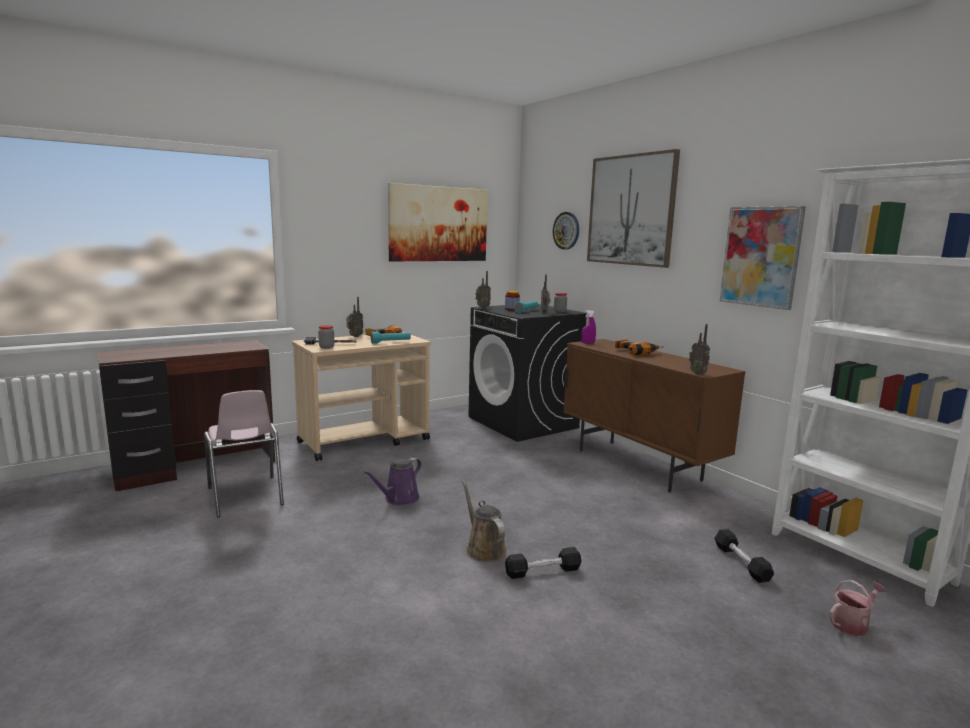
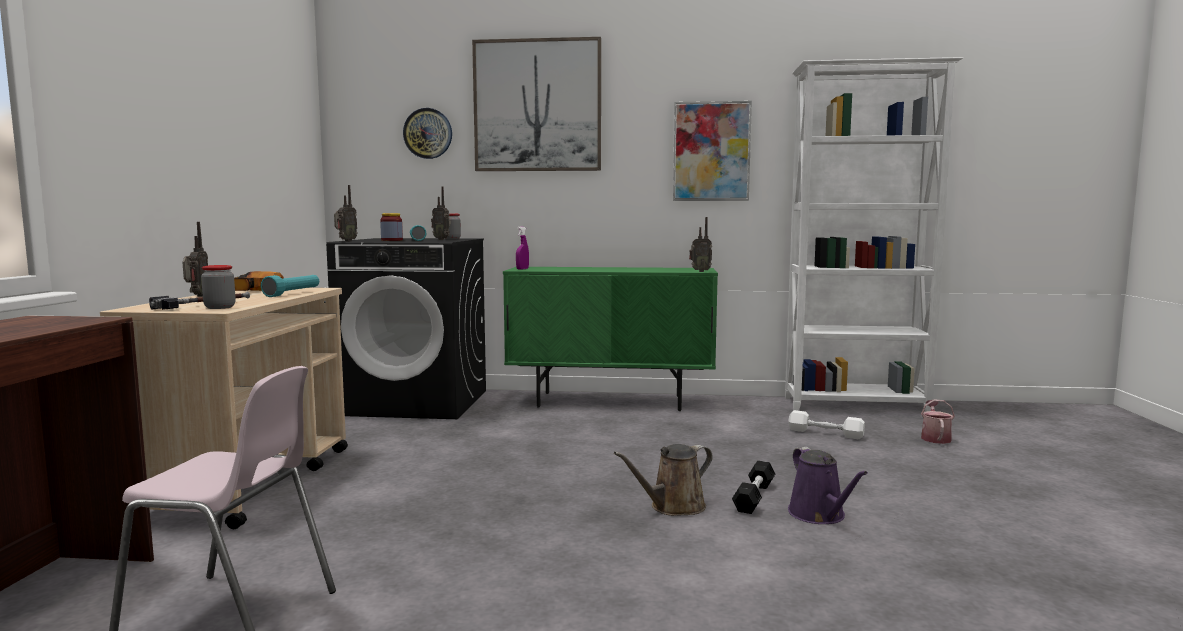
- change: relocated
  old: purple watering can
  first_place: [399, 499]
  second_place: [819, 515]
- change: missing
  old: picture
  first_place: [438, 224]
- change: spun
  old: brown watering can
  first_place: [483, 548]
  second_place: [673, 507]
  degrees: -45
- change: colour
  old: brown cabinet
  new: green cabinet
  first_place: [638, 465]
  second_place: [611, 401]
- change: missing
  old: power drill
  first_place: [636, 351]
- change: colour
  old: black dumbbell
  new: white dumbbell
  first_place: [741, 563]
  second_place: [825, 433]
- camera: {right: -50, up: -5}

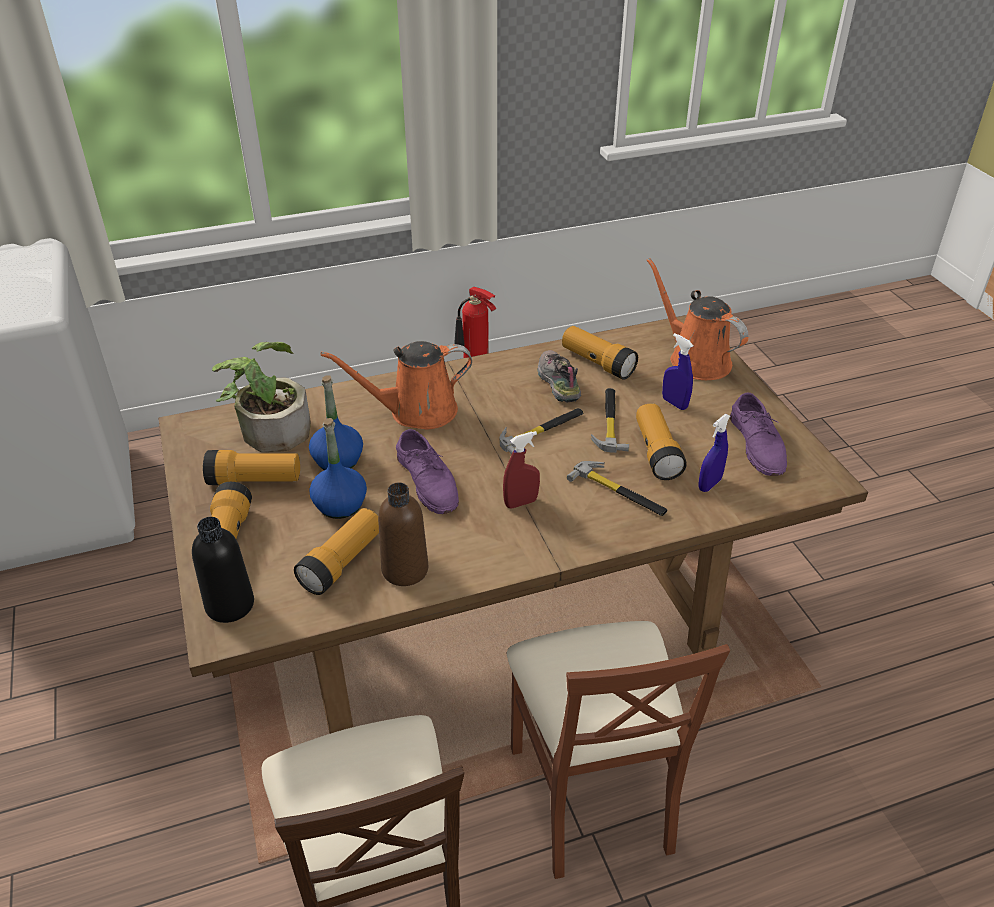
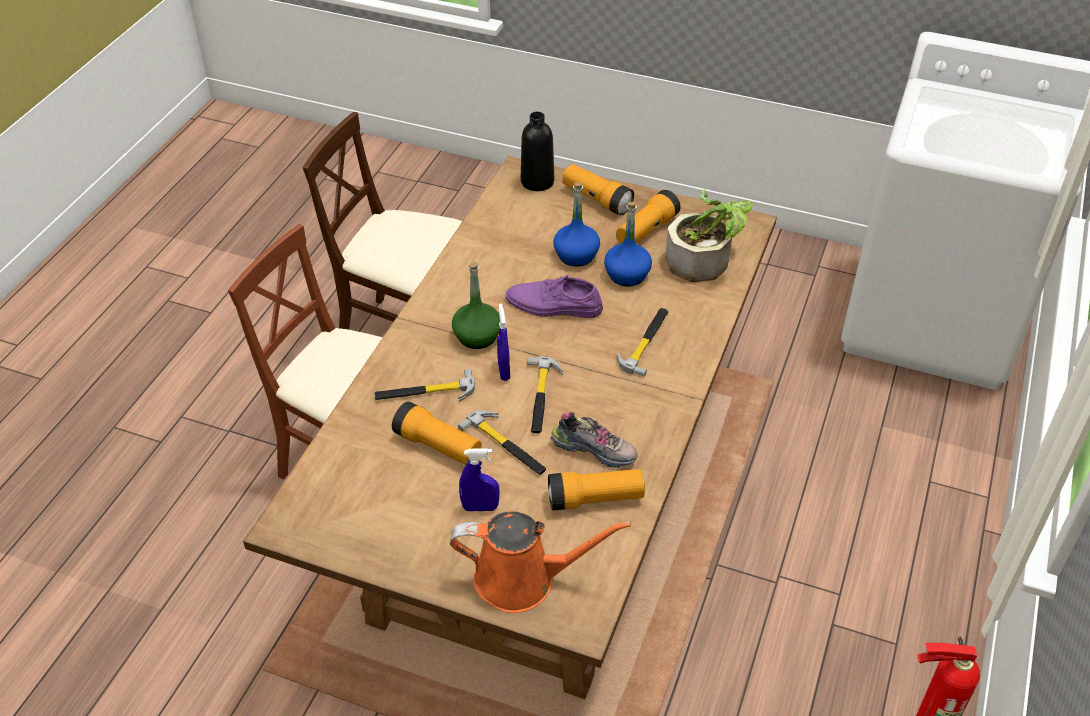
- change: missing
  old: flashlight
  first_place: [342, 562]
- change: exchanged
  old: orange watering can
  new: hammer
  first_place: [416, 411]
  second_place: [645, 342]
- change: missing
  old: brown bottle
  first_place: [405, 570]
- change: exchanged
  old: red spray bottle
  new: green bottle
  first_place: [521, 503]
  second_place: [477, 336]
- change: relocated
  old: blue spray bottle
  first_place: [709, 484]
  second_place: [504, 371]
- change: missing
  old: purple shoe
  first_place: [758, 444]
- camera: {right: 130, up: 5}

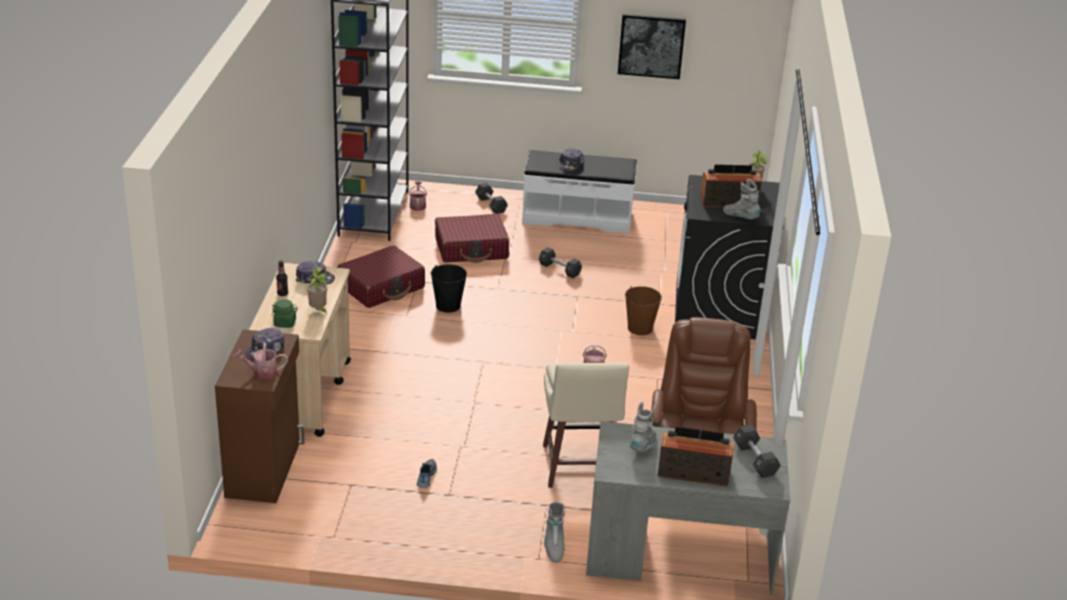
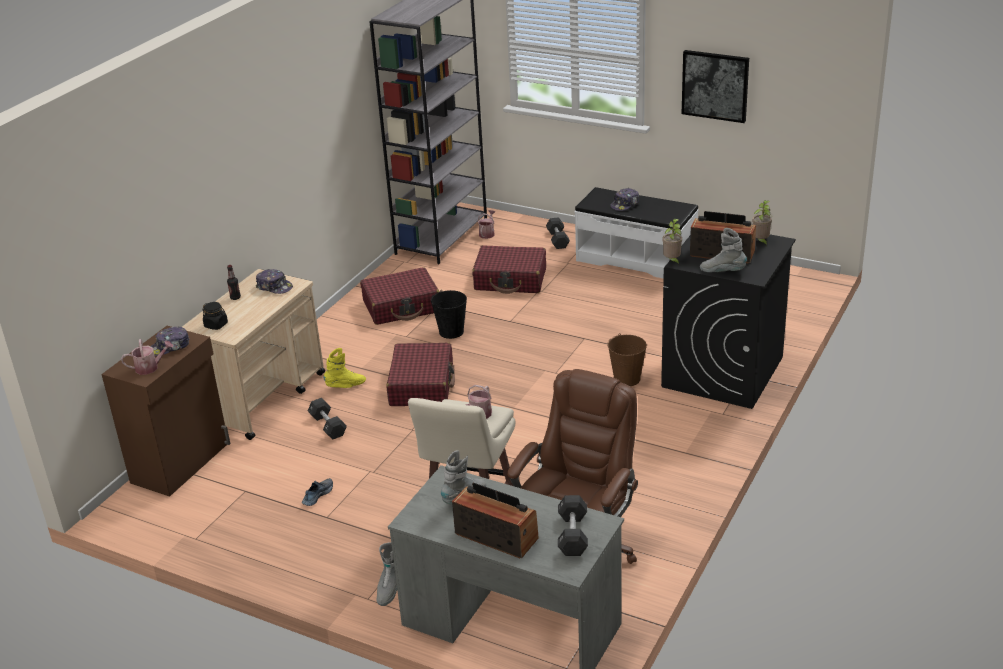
- change: spun
  old: watering can
  first_place: [262, 372]
  second_place: [150, 367]
  degrees: 150
- change: colour
  old: green jar
  new: black jar
  first_place: [285, 323]
  second_place: [216, 325]
- change: relocated
  old: potted plant
  first_place: [318, 310]
  second_place: [672, 261]
- change: relocated
  old: black dumbbell
  first_place: [559, 269]
  second_place: [328, 426]
- change: spun
  old: grey boot
  first_place: [740, 217]
  second_place: [722, 271]
  degrees: -45
- change: appeared
  new: yellow boot
  second_place: [346, 386]
- change: appeared
  new: red suitcase
  second_place: [422, 385]
- camera: {right: 25, up: 0}

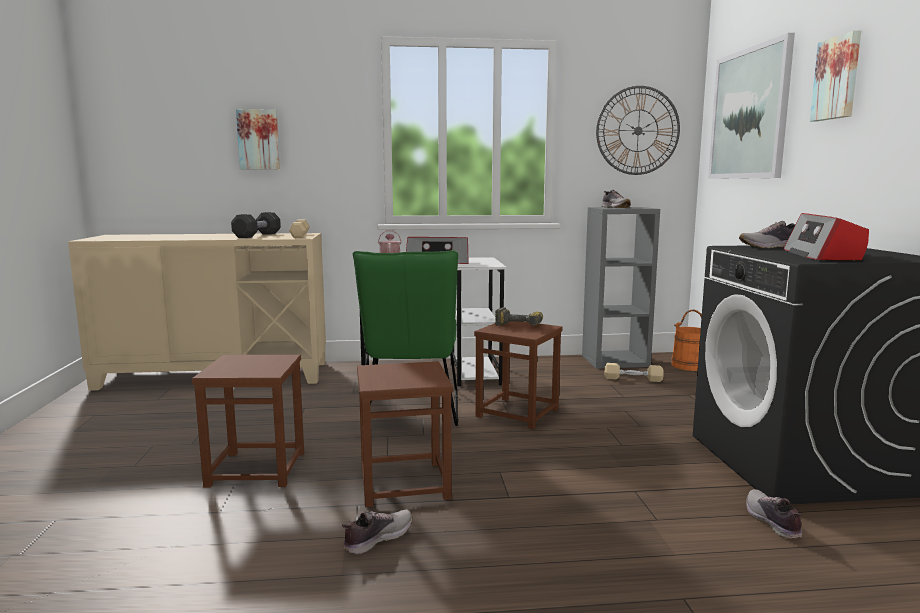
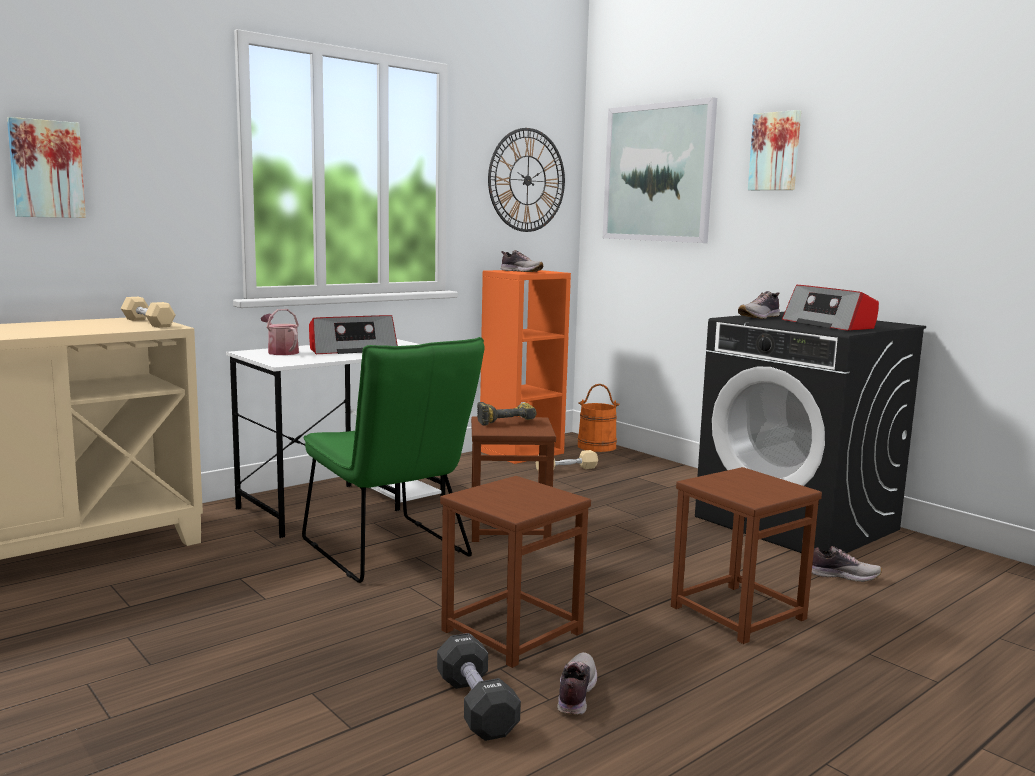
- change: relocated
  old: brown stool
  first_place: [257, 468]
  second_place: [737, 612]
- change: relocated
  old: black dumbbell
  first_place: [257, 235]
  second_place: [476, 706]
- change: colour
  old: grey bookcase
  new: orange bookcase
  first_place: [615, 360]
  second_place: [521, 452]
- change: spun
  old: shoe
  first_place: [771, 522]
  second_place: [842, 576]
  degrees: 150
- camera: {right: -35, up: 0}

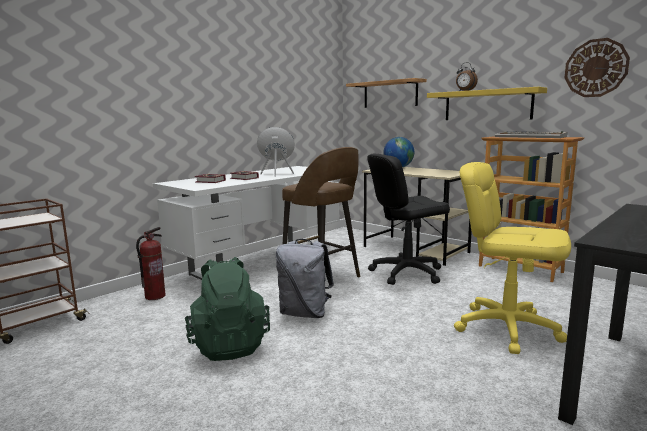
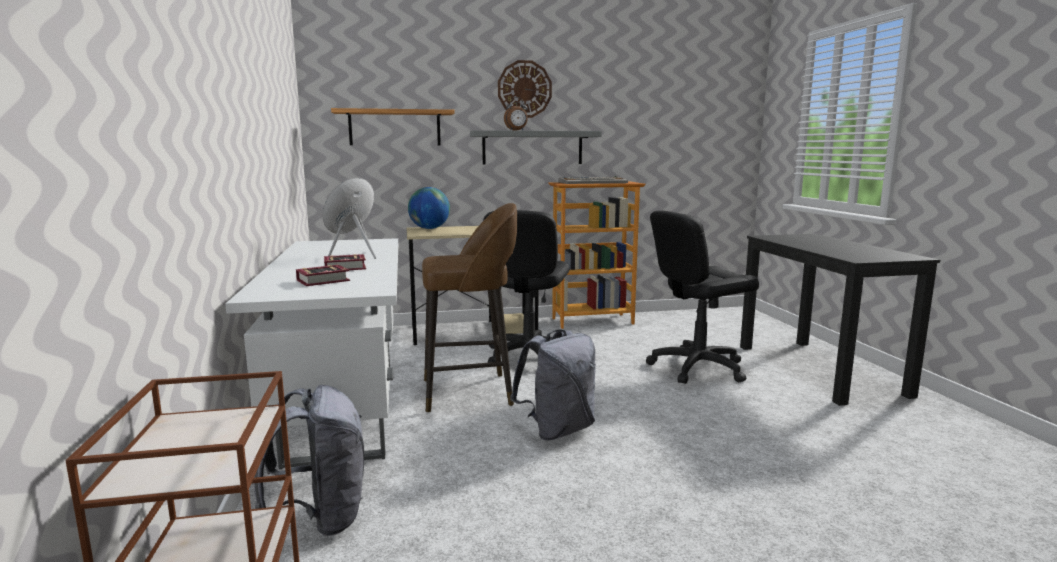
- change: exchanged
  old: fire extinguisher
  new: grey backpack
  first_place: [155, 296]
  second_place: [321, 518]
- change: missing
  old: green backpack
  first_place: [229, 345]
- change: colour
  old: yellow shelf
  new: grey shelf
  first_place: [487, 105]
  second_place: [532, 147]
- change: colour
  old: yellow office chair
  new: black office chair
  first_place: [506, 328]
  second_place: [697, 367]
- change: relocated
  old: wall clock
  first_place: [596, 68]
  second_place: [524, 89]
- camera: {right: -55, up: 0}

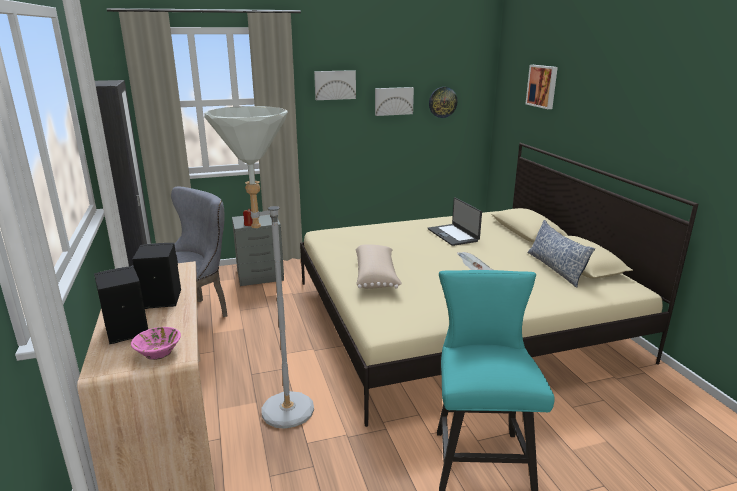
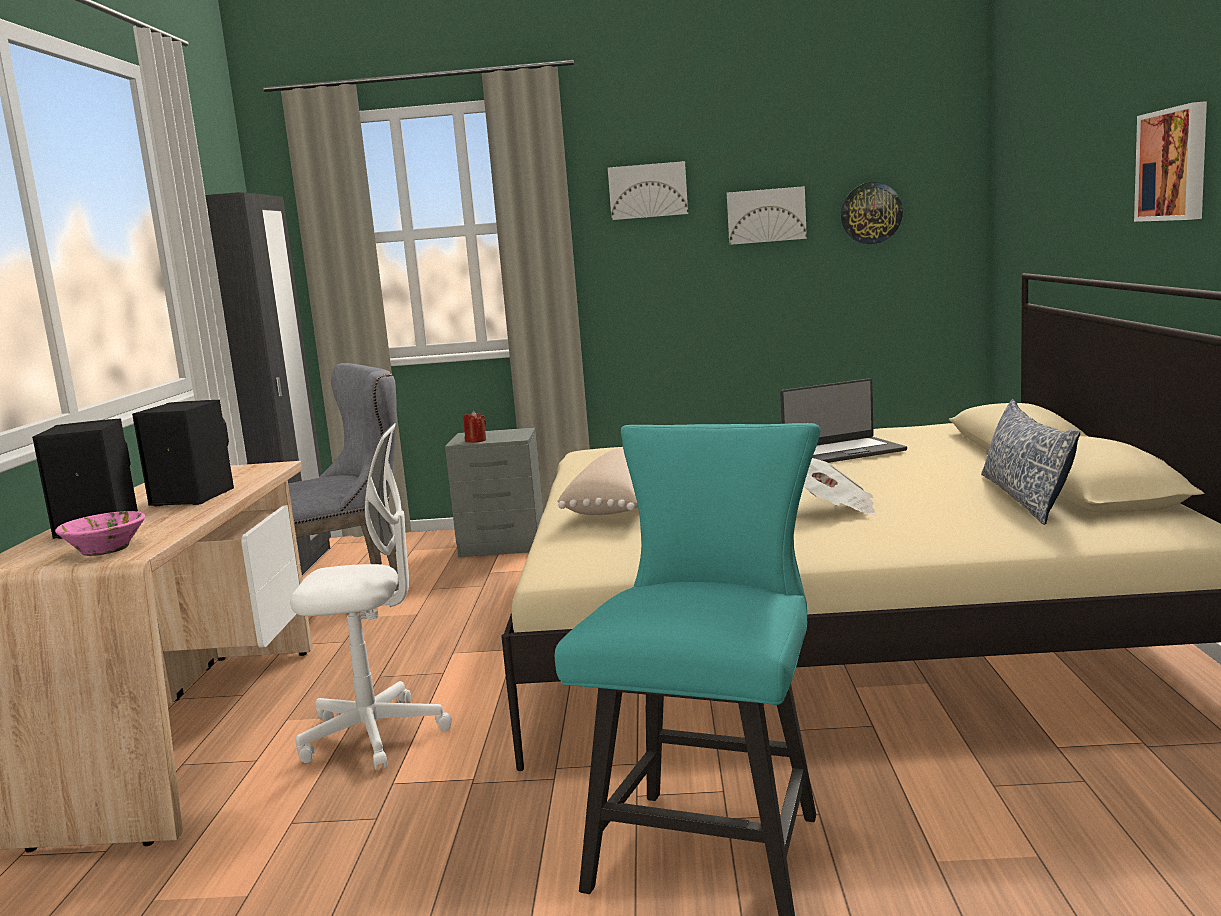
- change: exchanged
  old: grey floor lamp
  new: white office chair
  first_place: [276, 414]
  second_place: [374, 735]
- change: spun
  old: laptop
  first_place: [453, 235]
  second_place: [843, 451]
  degrees: -105
- change: relocated
  old: picture
  first_place: [542, 86]
  second_place: [1175, 164]
- camera: {right: 20, up: -10}

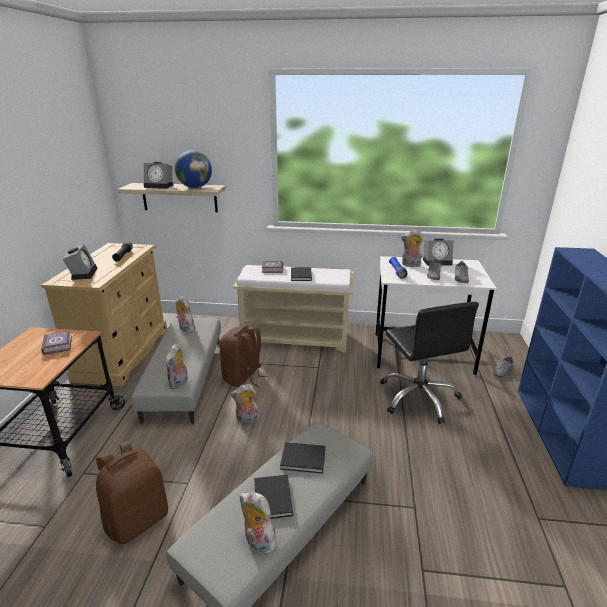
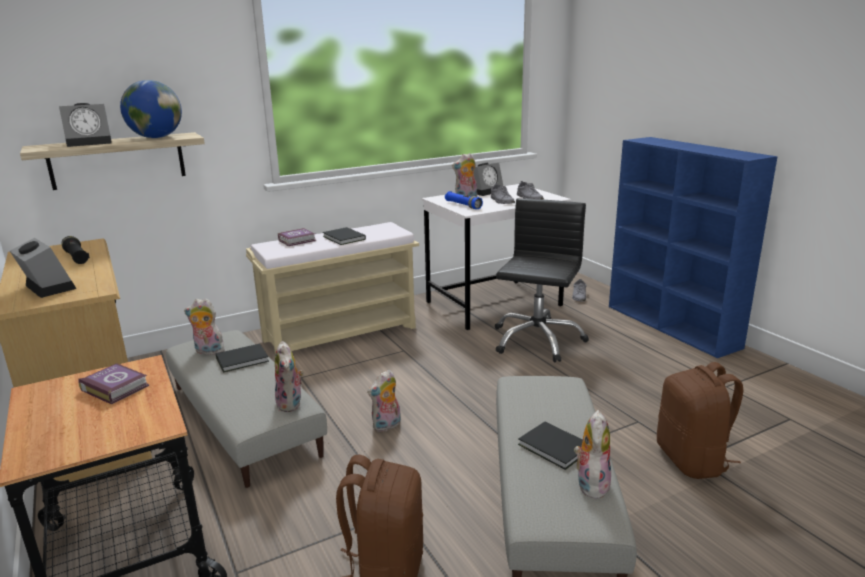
- change: relocated
  old: brown backpack
  first_place: [243, 377]
  second_place: [693, 460]
- change: spun
  old: plush toy
  first_place: [257, 542]
  second_place: [590, 483]
  degrees: 105
- change: relocated
  old: black book
  first_place: [304, 460]
  second_place: [244, 360]
- change: spun
  old: black office chair
  first_place: [419, 397]
  second_place: [536, 340]
  degrees: -105
- camera: {right: -35, up: -5}

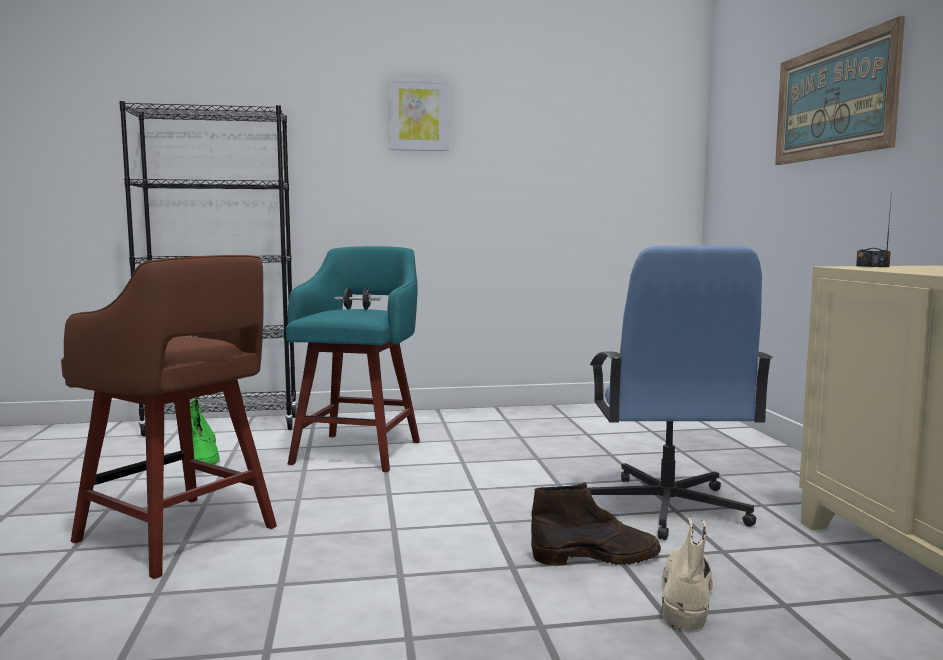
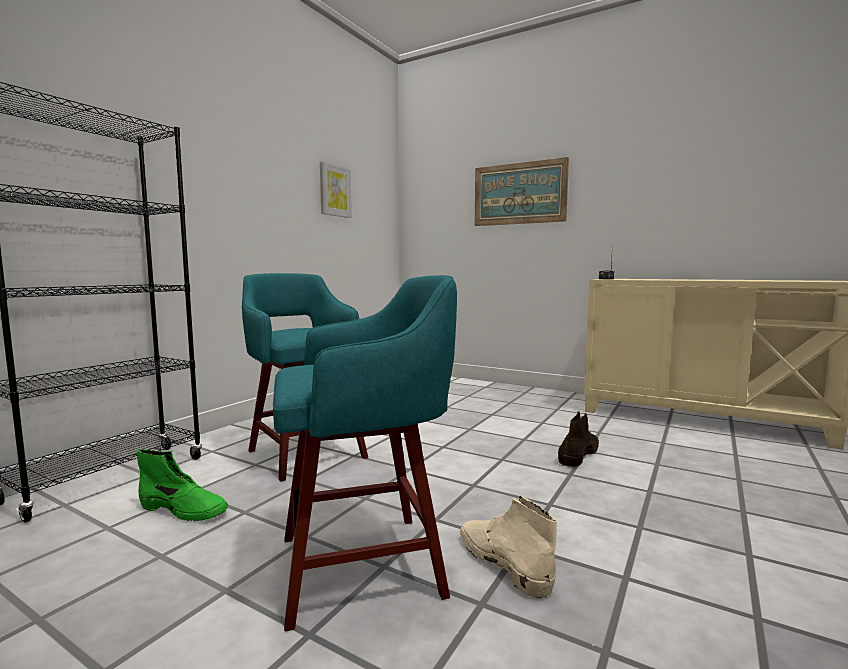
- change: colour
  old: brown stool
  new: turquoise stool
  first_place: [180, 536]
  second_place: [366, 565]
- change: missing
  old: black dumbbell
  first_place: [357, 309]
- change: relocated
  old: picture
  first_place: [418, 115]
  second_place: [335, 191]
- change: missing
  old: blue office chair
  first_place: [666, 508]
- change: relocated
  old: beige boot
  first_place: [686, 595]
  second_place: [502, 562]
- camera: {right: -50, up: 0}

